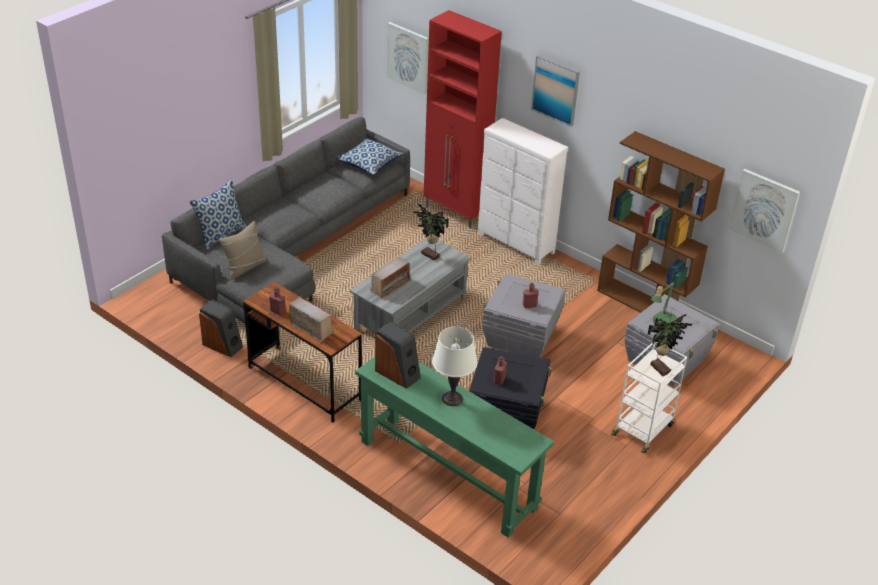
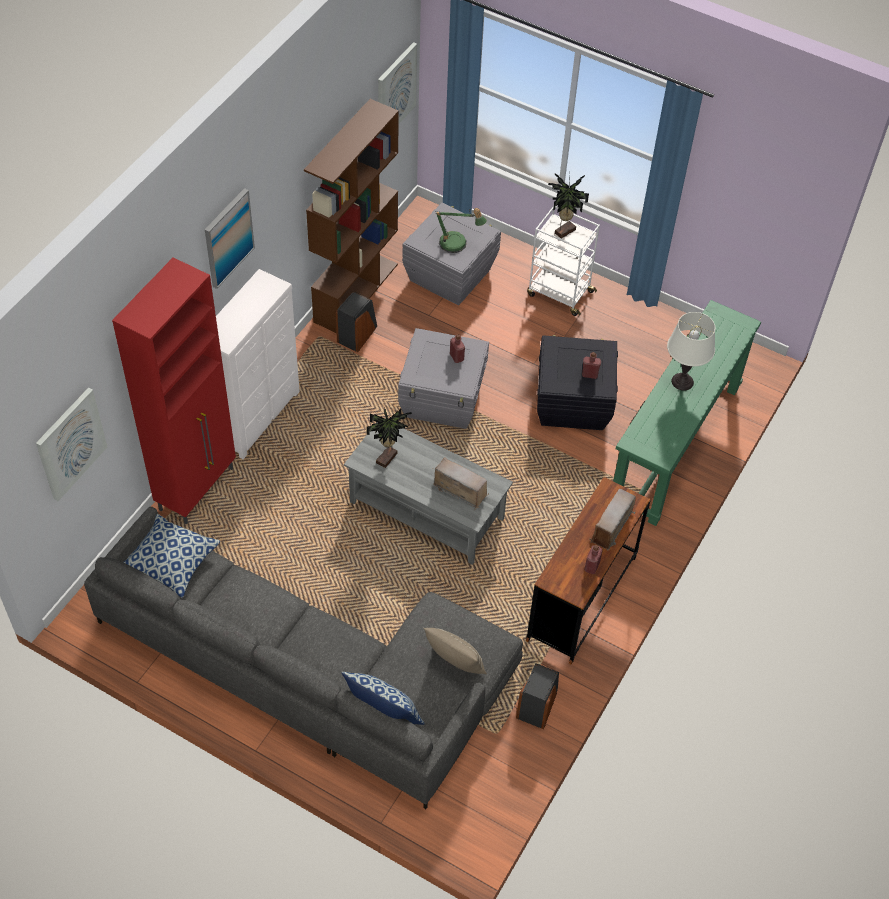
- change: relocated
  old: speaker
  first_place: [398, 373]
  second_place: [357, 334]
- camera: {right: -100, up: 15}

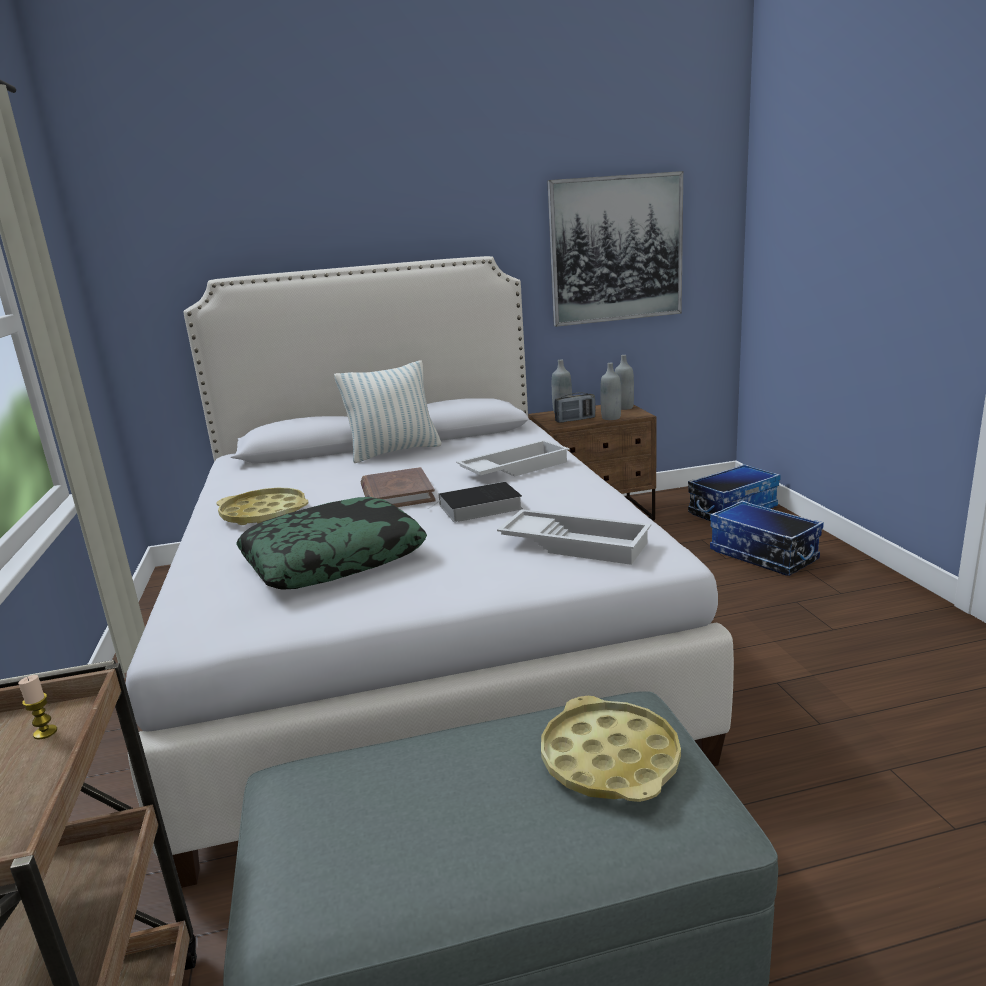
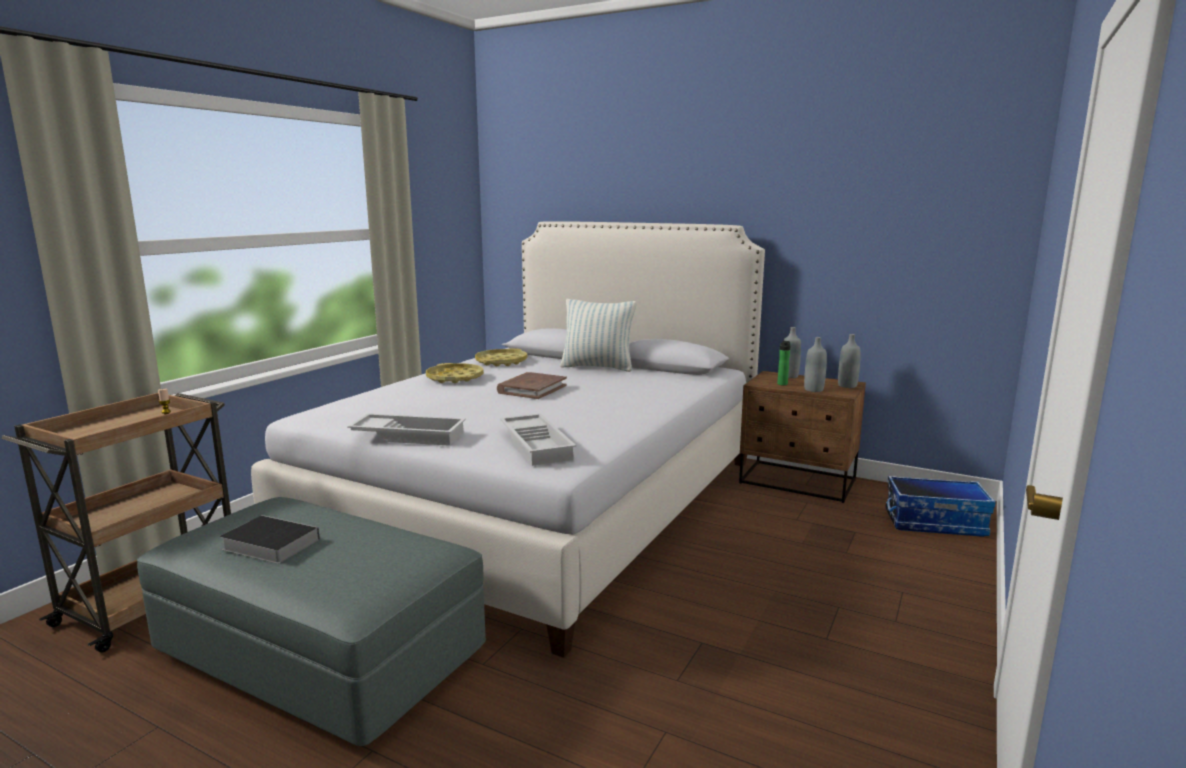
- change: missing
  old: pillow
  first_place: [334, 559]
- change: relocated
  old: book
  first_place: [478, 508]
  second_place: [268, 544]
- change: relocated
  old: white tray
  first_place: [514, 468]
  second_place: [410, 435]
- change: relocated
  old: yellow tray
  first_place: [610, 759]
  second_place: [501, 362]
- change: missing
  old: picture
  first_place: [616, 249]
- change: exchanged
  old: radio
  new: bottle
  first_place: [575, 420]
  second_place: [782, 384]
- change: missing
  old: storage box
  first_place: [762, 555]
- camera: {right: 40, up: -5}

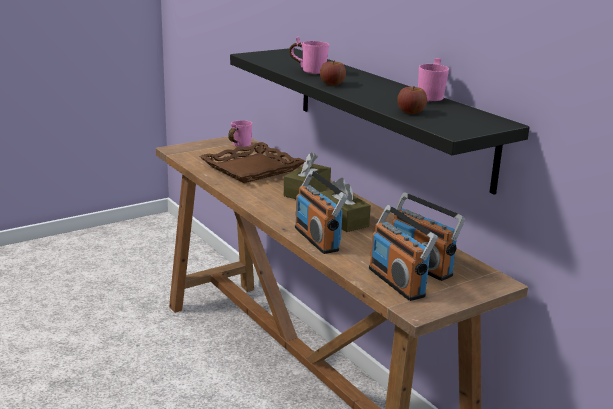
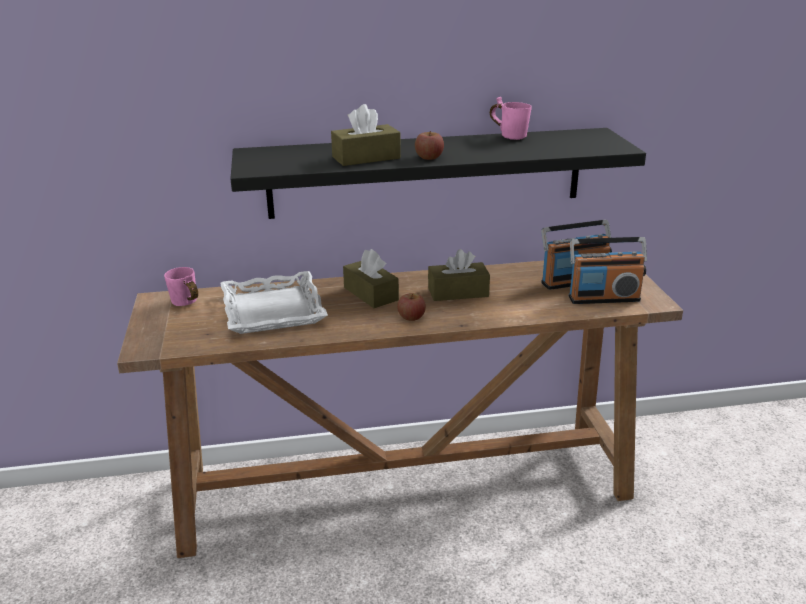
- change: colour
  old: brown tray
  new: white tray
  first_place: [252, 168]
  second_place: [272, 310]
- change: exchanged
  old: pink mug
  new: brown tissue box
  first_place: [310, 71]
  second_place: [366, 157]
- change: missing
  old: radio
  first_place: [317, 239]
- change: relocated
  old: apple
  first_place: [411, 112]
  second_place: [411, 317]
- camera: {right: -65, up: 5}

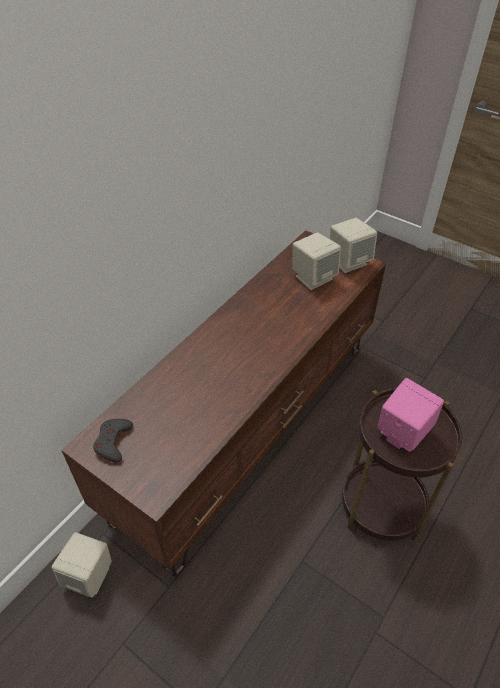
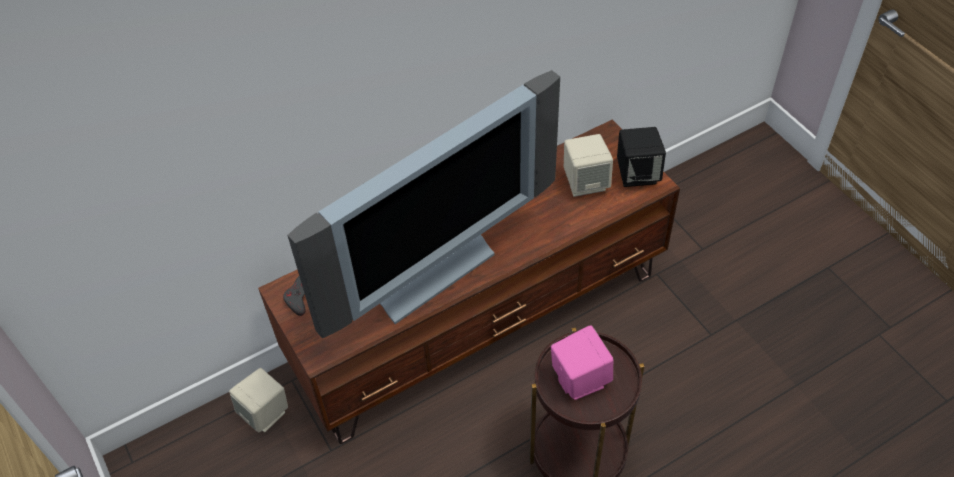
- change: colour
  old: beige speaker
  new: black speaker
  first_place: [349, 262]
  second_place: [637, 174]
- change: appeared
  new: television
  second_place: [426, 268]
- camera: {right: 25, up: 5}

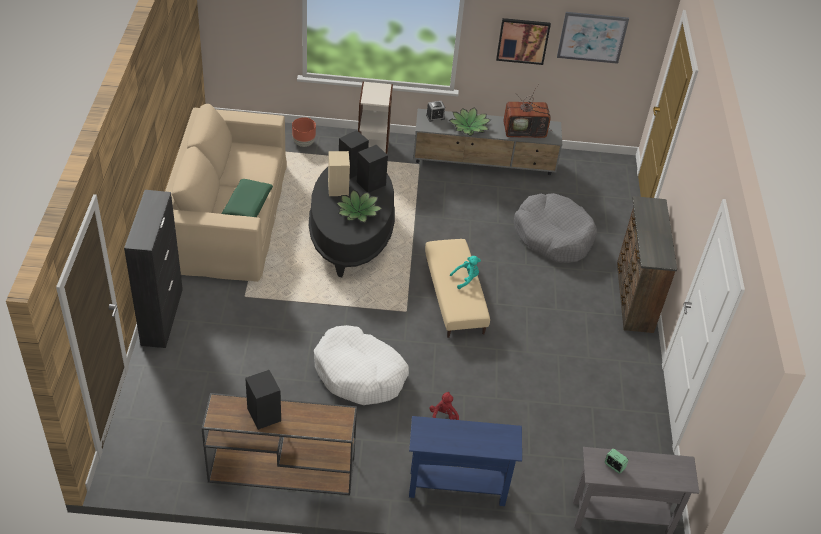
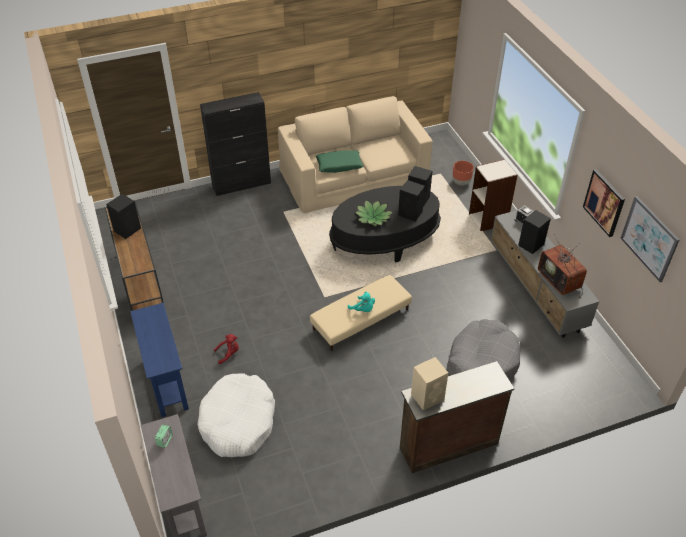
- change: relocated
  old: white dog bed
  first_place: [359, 374]
  second_place: [238, 422]
- change: relocated
  old: beige speaker
  first_place: [338, 188]
  second_place: [428, 396]
- change: exchanged
  old: potted plant
  new: black speaker
  first_place: [469, 126]
  second_place: [531, 244]
- camera: {right: 70, up: 0}

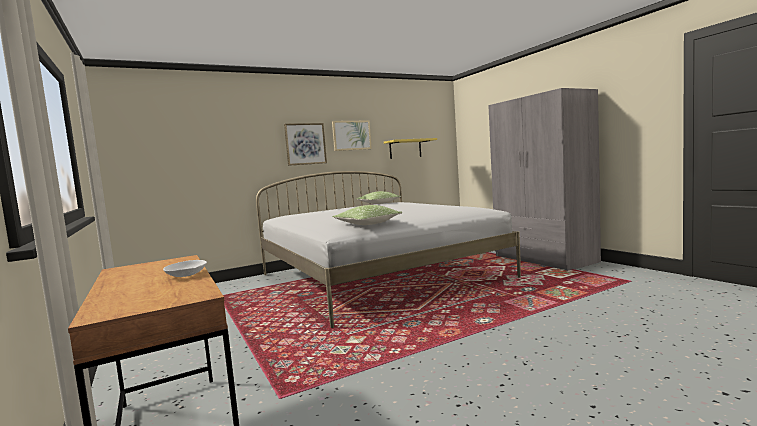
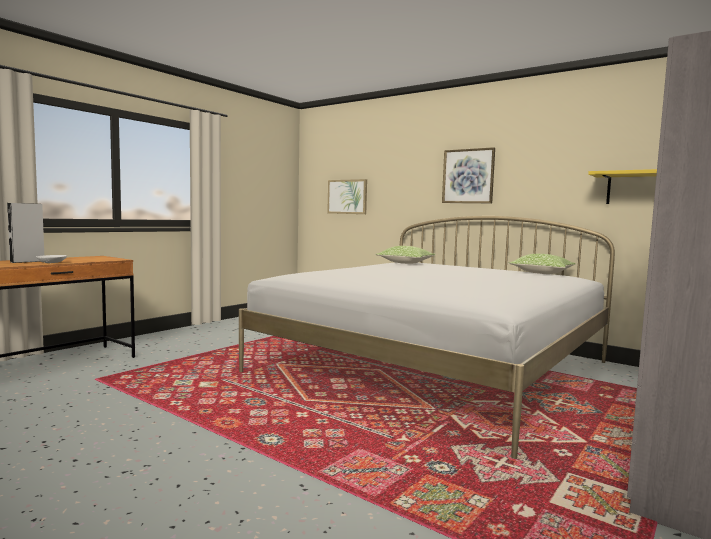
- change: relocated
  old: picture
  first_place: [351, 135]
  second_place: [347, 196]
- change: relocated
  old: pillow
  first_place: [367, 224]
  second_place: [405, 263]
- change: appeared
  new: grey speaker
  second_place: [27, 261]
- camera: {right: 65, up: 0}

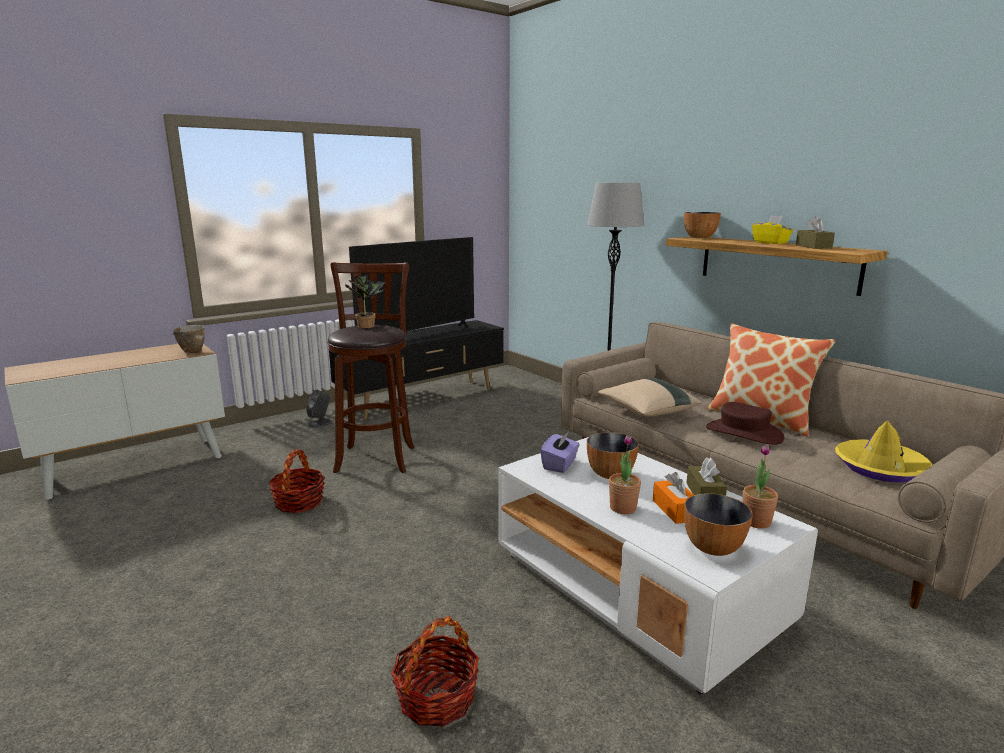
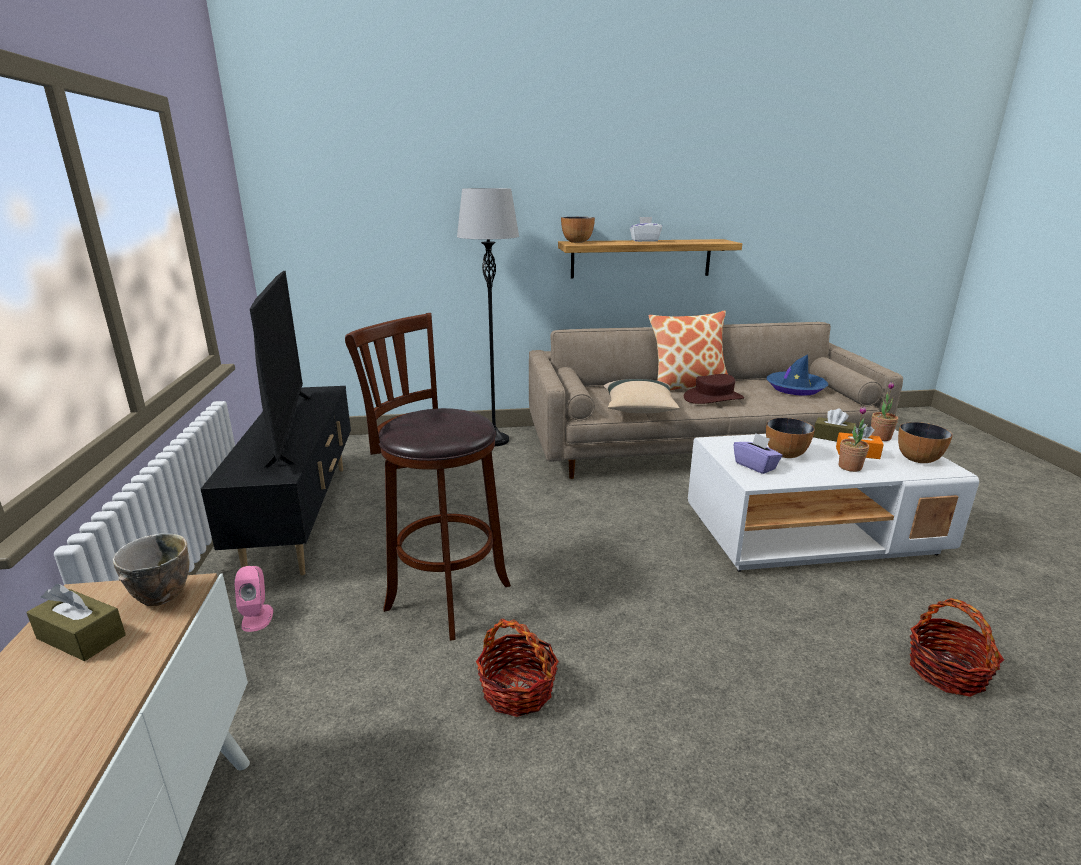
- change: colour
  old: grey speaker
  new: pink speaker
  first_place: [320, 423]
  second_place: [257, 617]
- change: missing
  old: potted plant
  first_place: [367, 325]
- change: colour
  old: yellow tissue box
  new: white tissue box
  first_place: [770, 242]
  second_place: [644, 241]
- change: relocated
  old: brown tissue box
  first_place: [813, 246]
  second_place: [81, 637]
- change: colour
  old: yellow hat
  new: blue hat
  first_place: [880, 468]
  second_place: [795, 388]
- camera: {right: -60, up: 5}

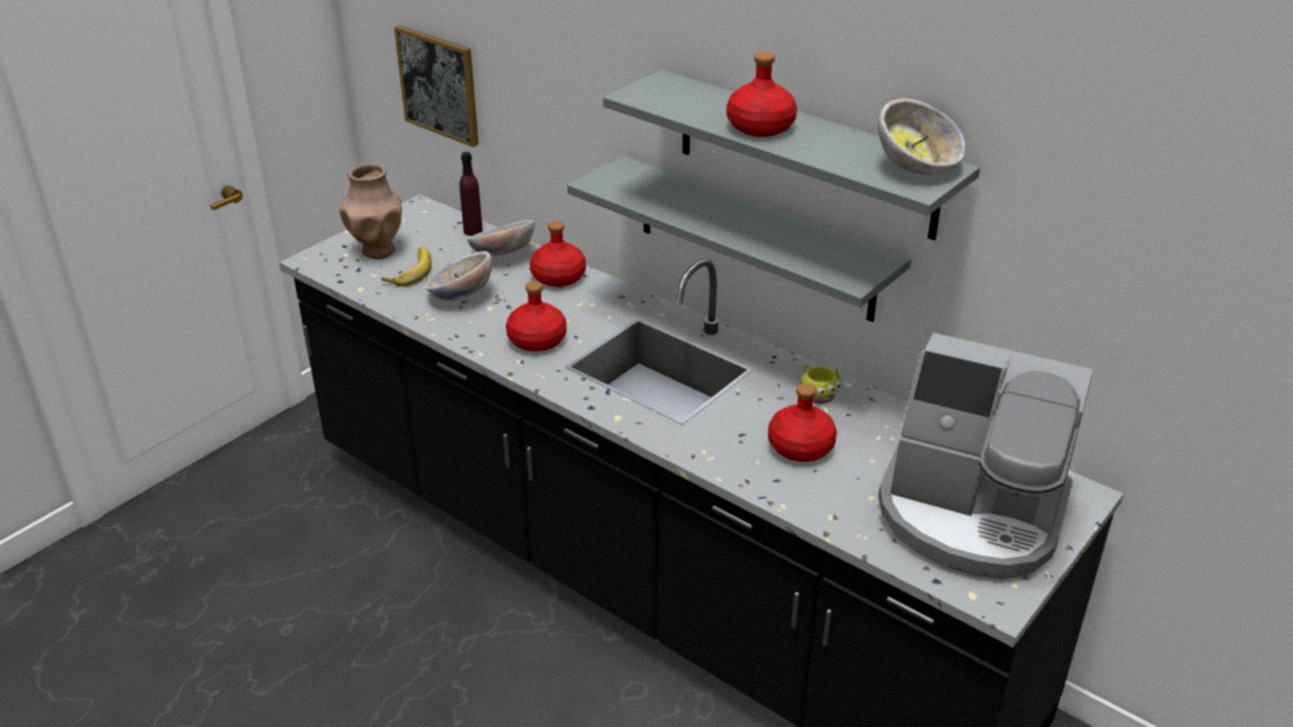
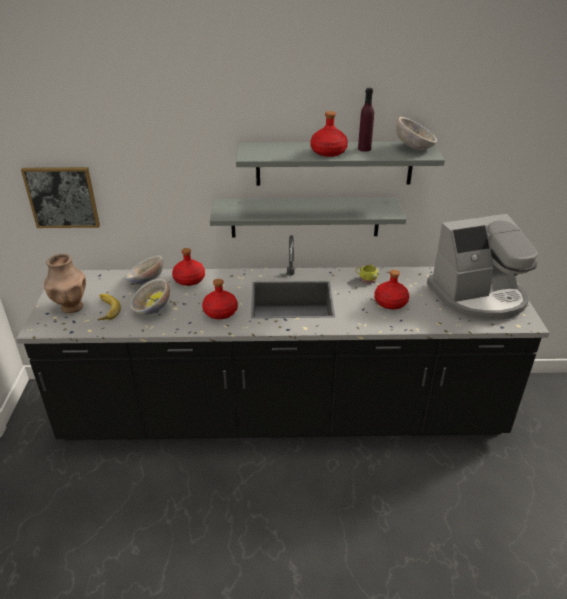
- change: relocated
  old: purple bottle
  first_place: [473, 231]
  second_place: [364, 149]
- camera: {right: -40, up: 0}

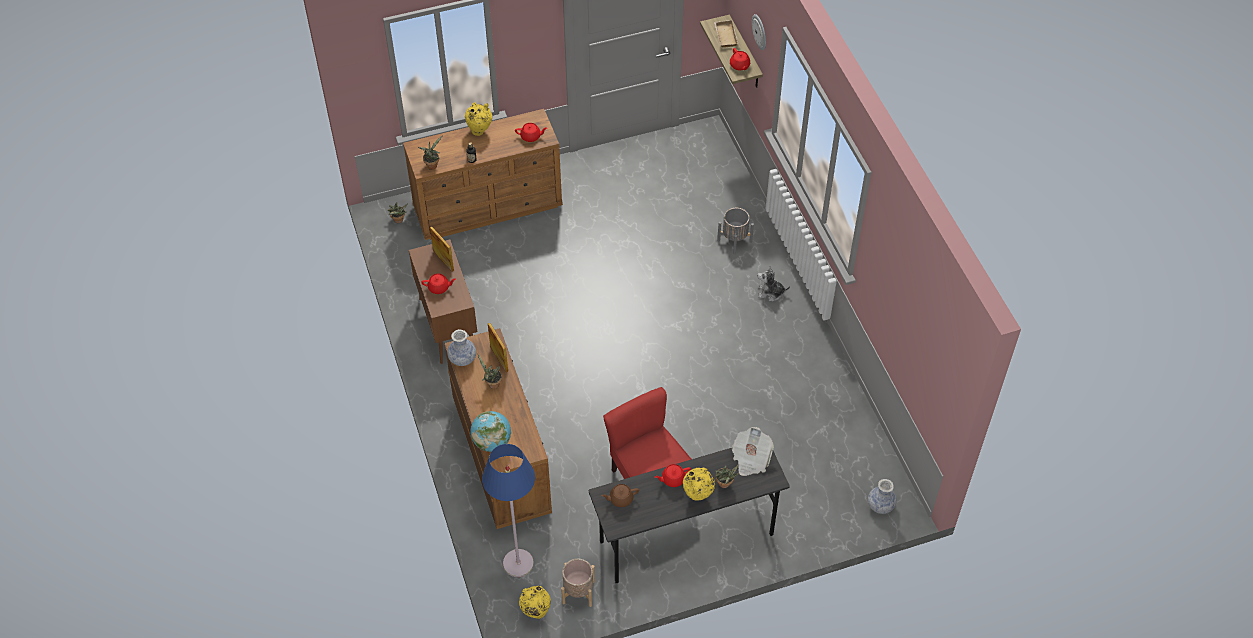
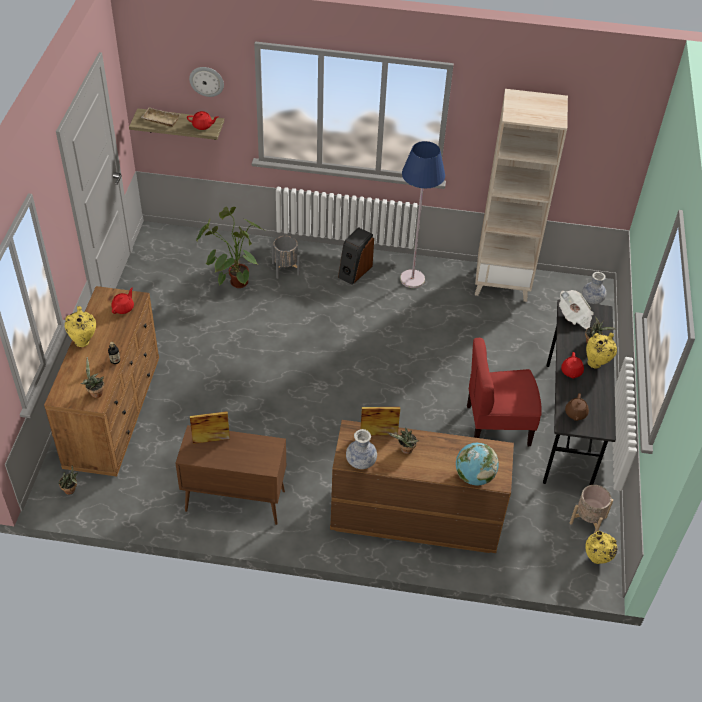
- change: missing
  old: red teapot
  first_place: [439, 288]
- change: relocated
  old: blue floor lamp
  first_place: [518, 563]
  second_place: [412, 279]
- change: exchanged
  old: plush toy
  new: speaker
  first_place: [770, 293]
  second_place: [354, 271]
- change: appeared
  new: potted plant
  second_place: [233, 278]
- change: appeared
  new: beige bookcase
  second_place: [502, 283]
- camera: {right: -65, up: -5}

